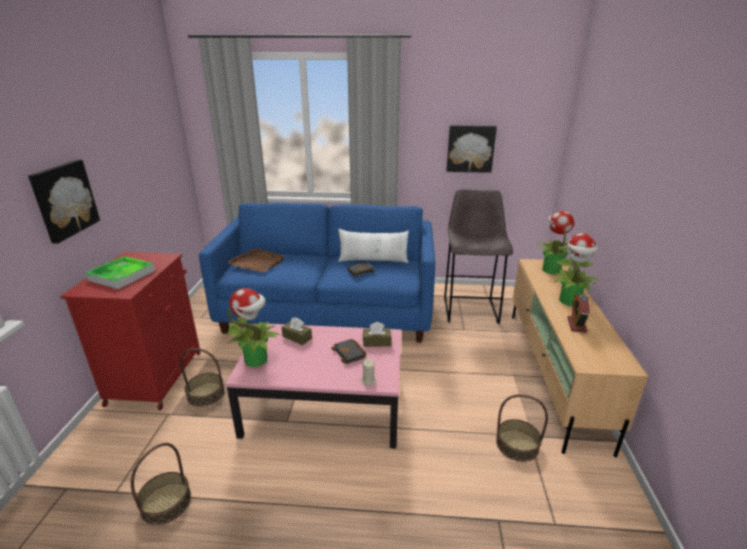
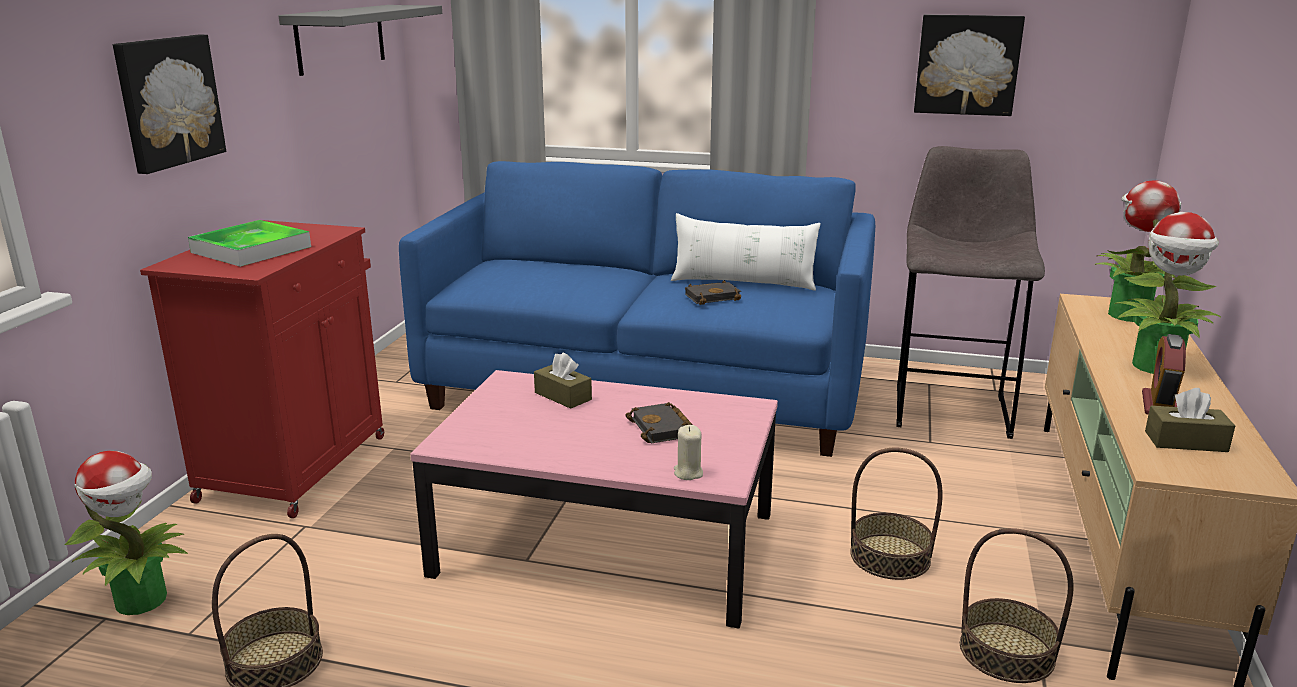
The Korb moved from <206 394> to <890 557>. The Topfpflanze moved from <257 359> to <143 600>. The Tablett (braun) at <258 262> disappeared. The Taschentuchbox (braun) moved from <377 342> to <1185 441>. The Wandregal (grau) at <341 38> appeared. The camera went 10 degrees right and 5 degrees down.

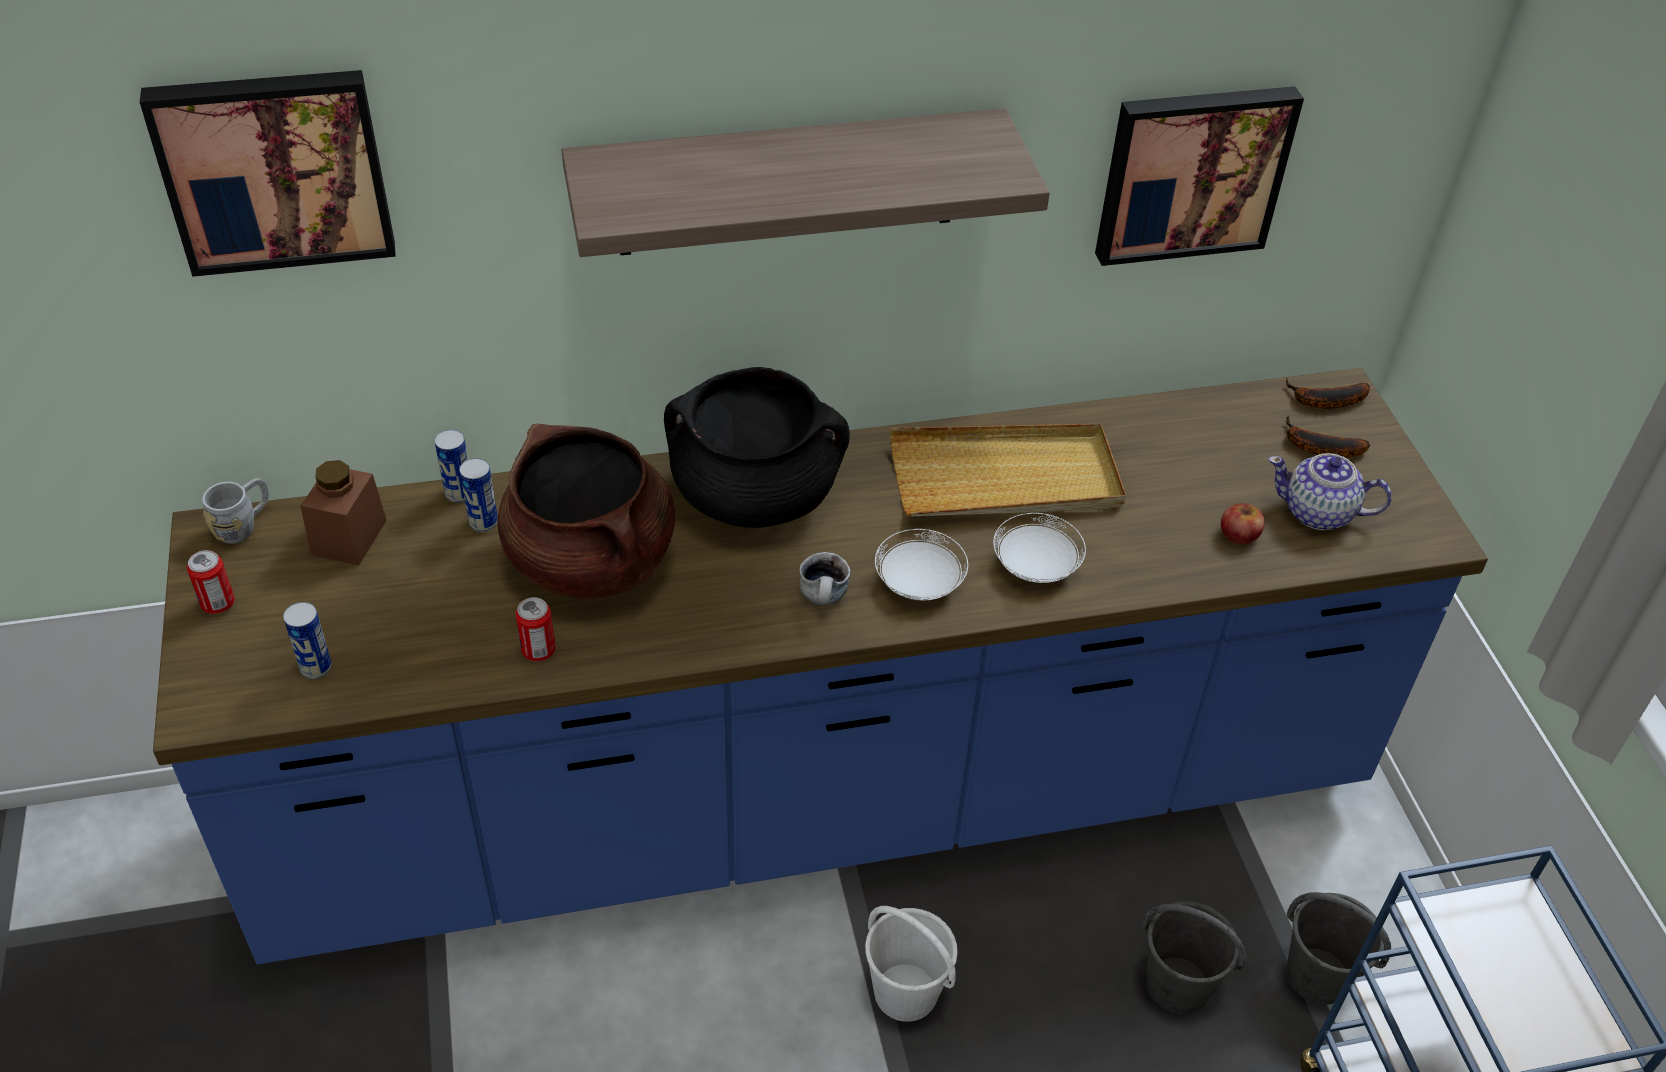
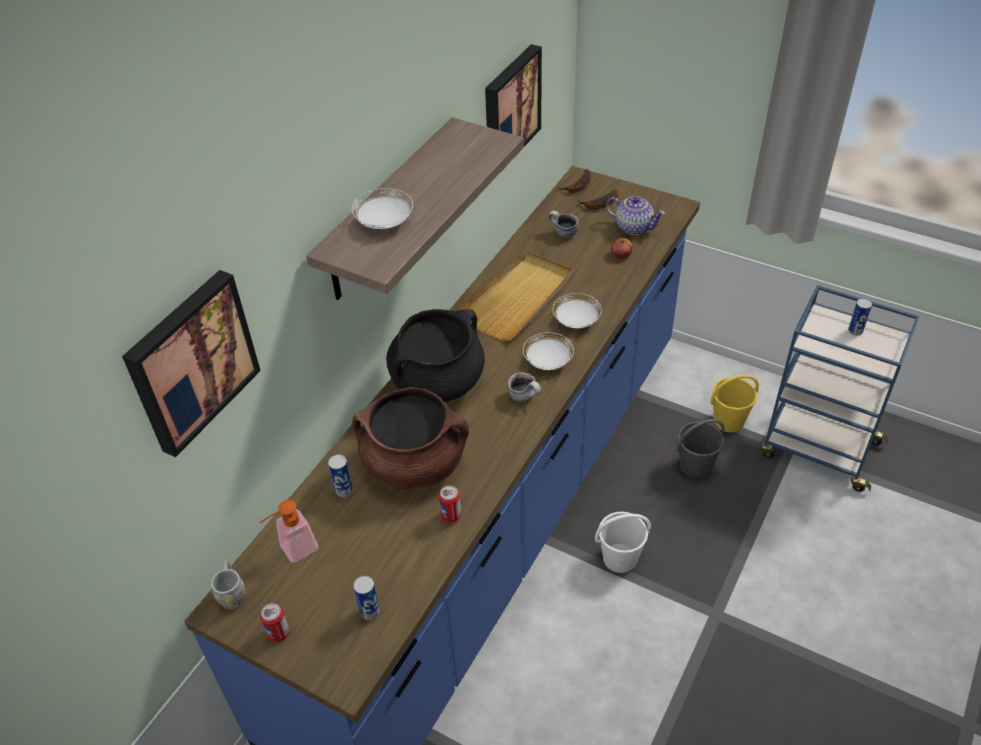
The Vorratsglas (braun) at <349 537> was replaced by the Seifenspender at <293 551>. The Dose moved from <459 493> to <855 331>. The Teekanne at <1319 513> turned 120 degrees counterclockwise. The Eimer (grau) at <1318 977> became the Eimer (gelb) at <729 421>. The Teller (weiß) at <385 223> appeared. The Henkelbecher at <562 233> appeared. The camera went 45 degrees left and 0 degrees up.

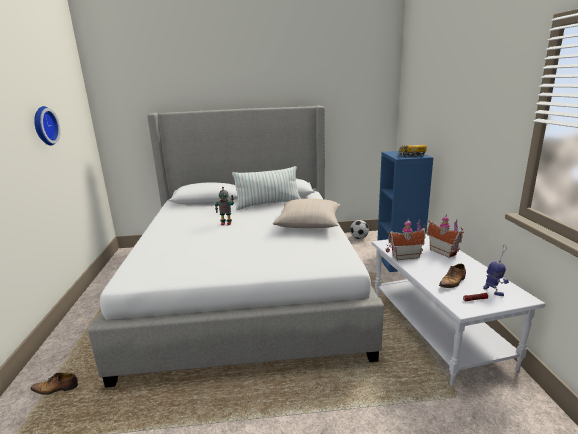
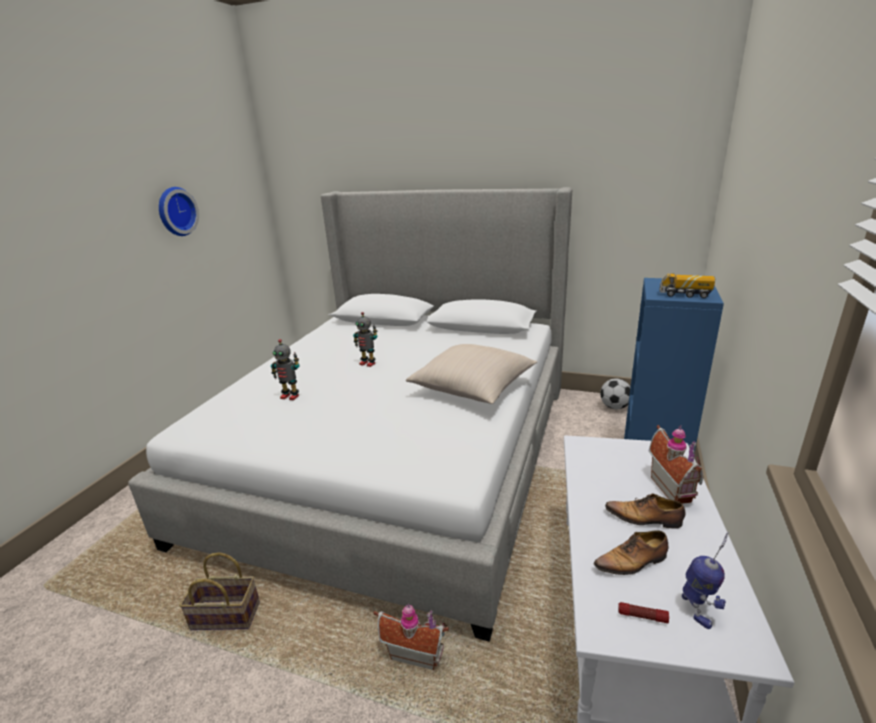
The Schuh moved from <56 389> to <645 519>. The Kissen at <268 204> disappeared. The Spielzeughaus moved from <404 255> to <415 652>. The Korb at <223 617> appeared. The Spielzeugroboter at <290 396> appeared. The camera went 25 degrees right and 5 degrees up.

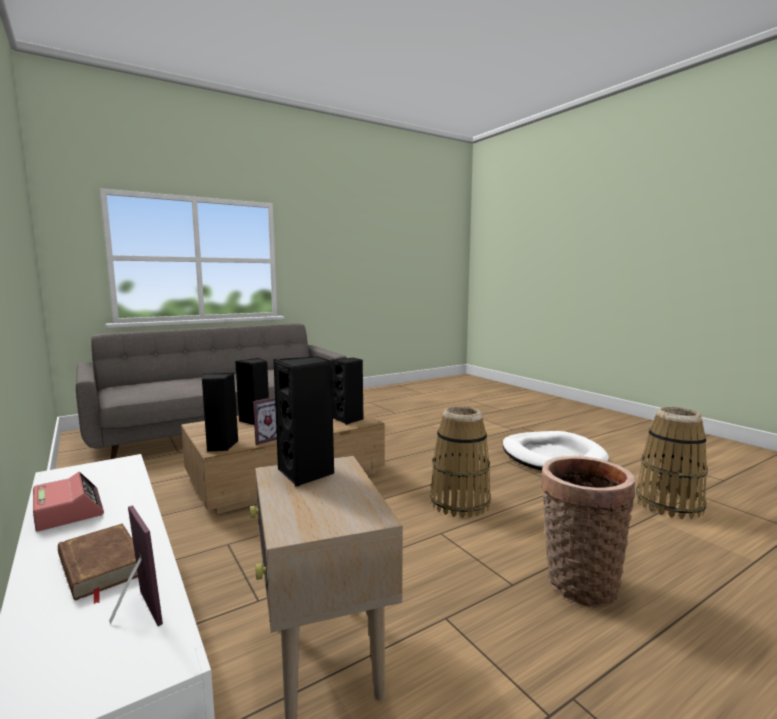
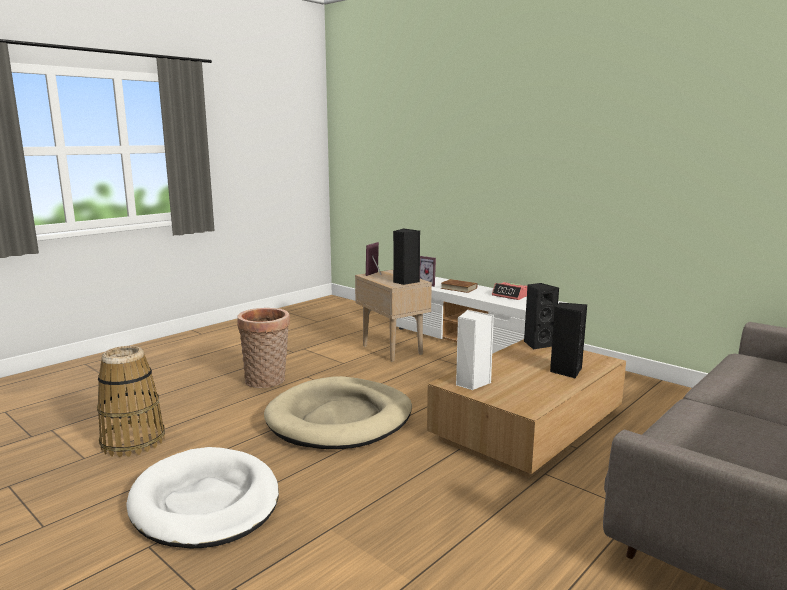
The Bilderrahmen moved from <265 439> to <376 274>. The Lautsprecher (schwarz) at <349 419> became the Lautsprecher (weiß) at <471 383>. The Korb at <459 503> was replaced by the Hundebett (beige) at <340 419>. The camera went 165 degrees right and 5 degrees up.

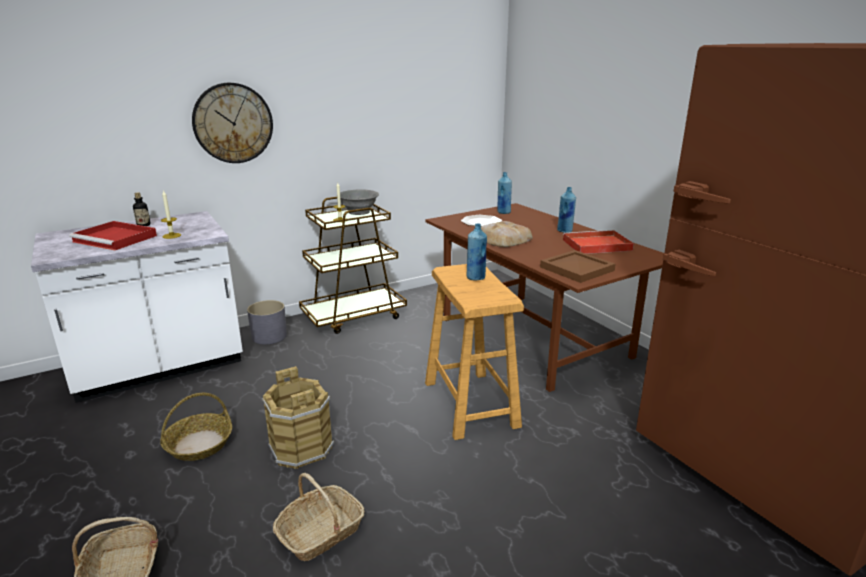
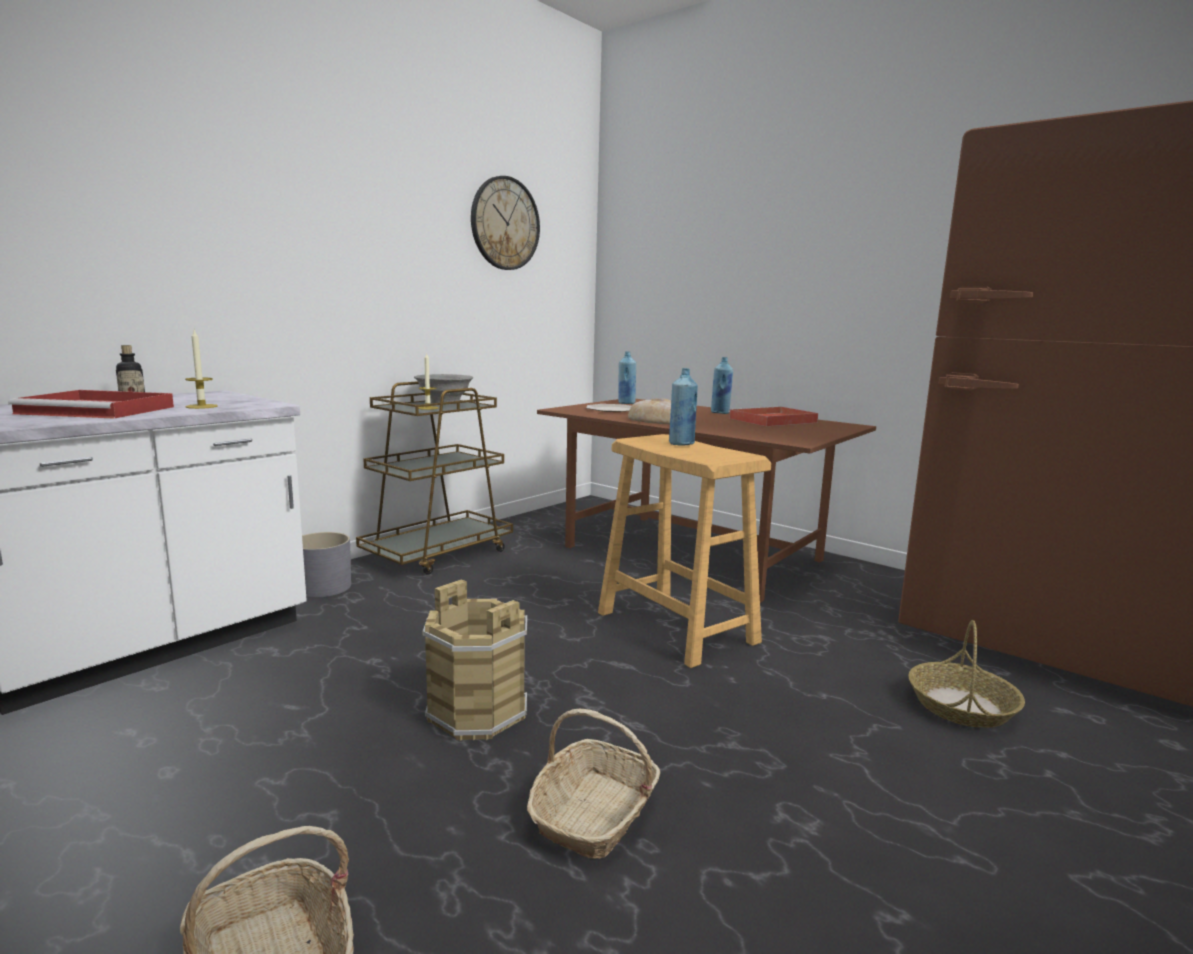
The Korb moved from <199 444> to <961 706>. The Wanduhr moved from <233 123> to <505 223>. The Tablett (braun) at <577 268> disappeared. The camera went 20 degrees left and 10 degrees down.

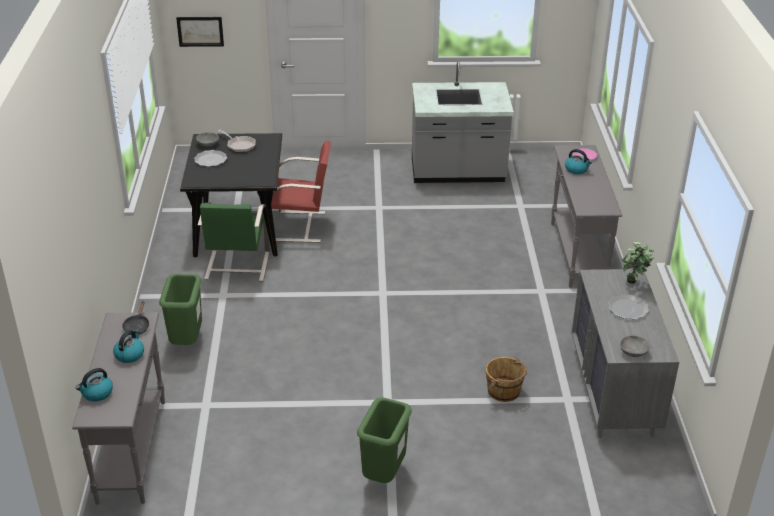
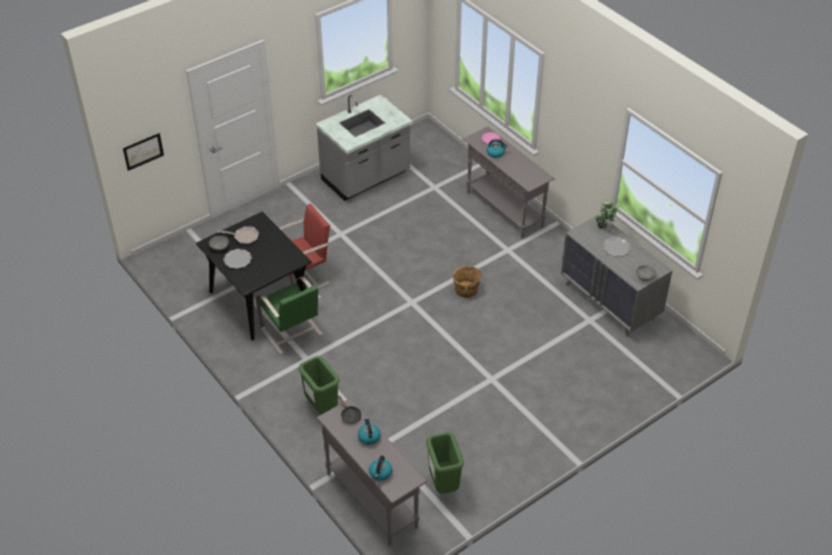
The Mülleimer (grün) moved from <383 474> to <443 484>. The Eimer (braun) moved from <504 391> to <466 289>. The camera went 35 degrees left and 10 degrees up.

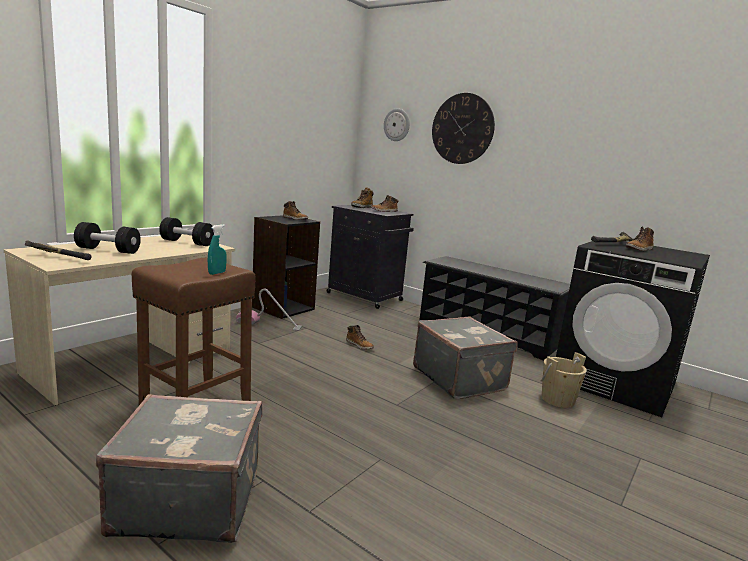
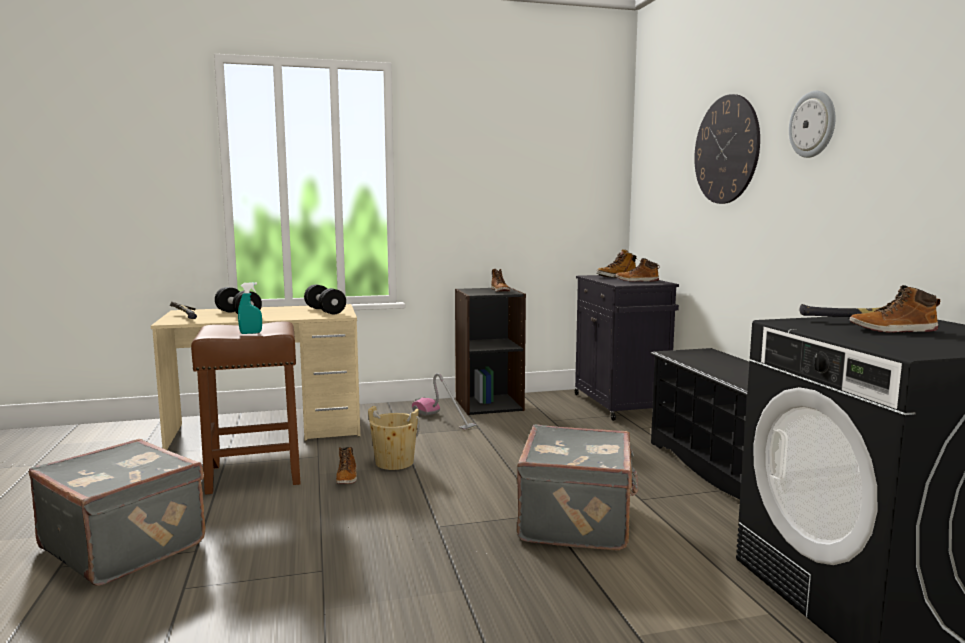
The Stiefel moved from <360 345> to <347 477>. The Wanduhr moved from <397 125> to <813 124>. The Eimer (beige) moved from <557 400> to <394 462>. The camera went 40 degrees right and 5 degrees down.

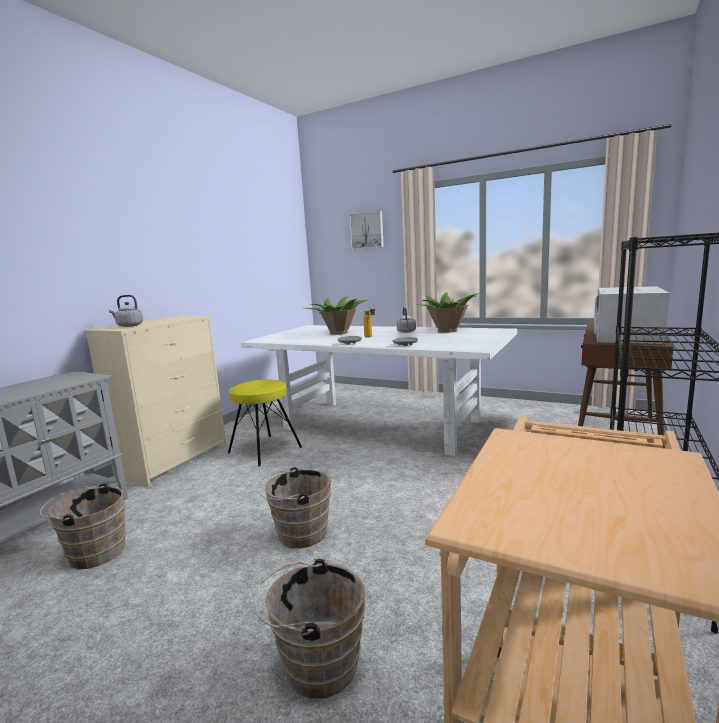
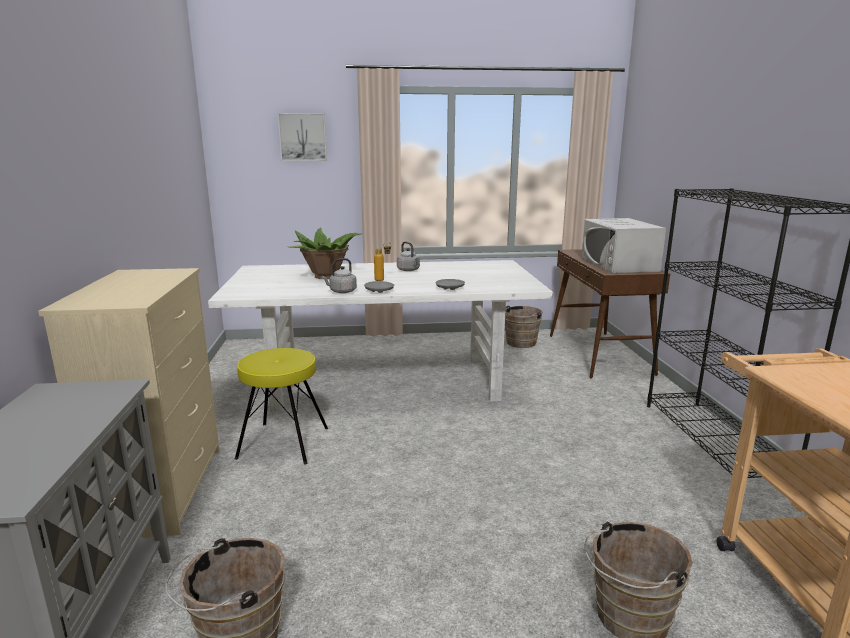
The Wasserkessel (grau) moved from <128 326> to <341 292>. The Eimer (braun) moved from <298 534> to <519 343>. The Topfpflanze at <448 331> disappeared. The camera went 35 degrees left and 5 degrees up.

